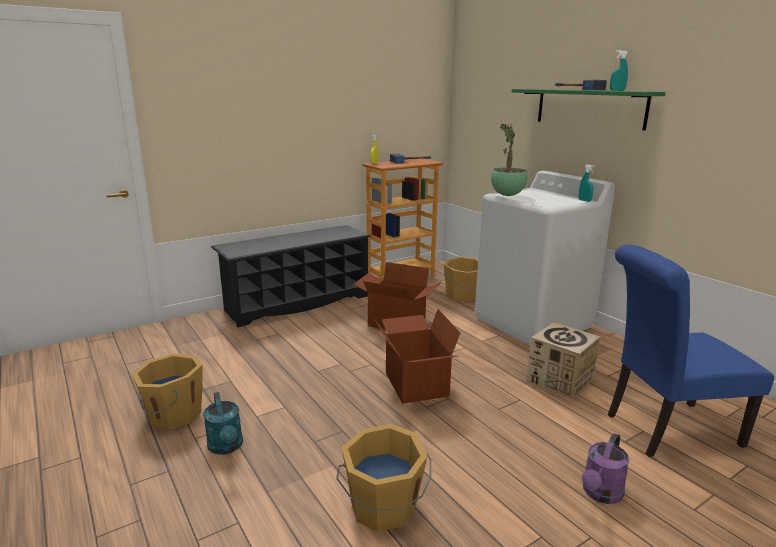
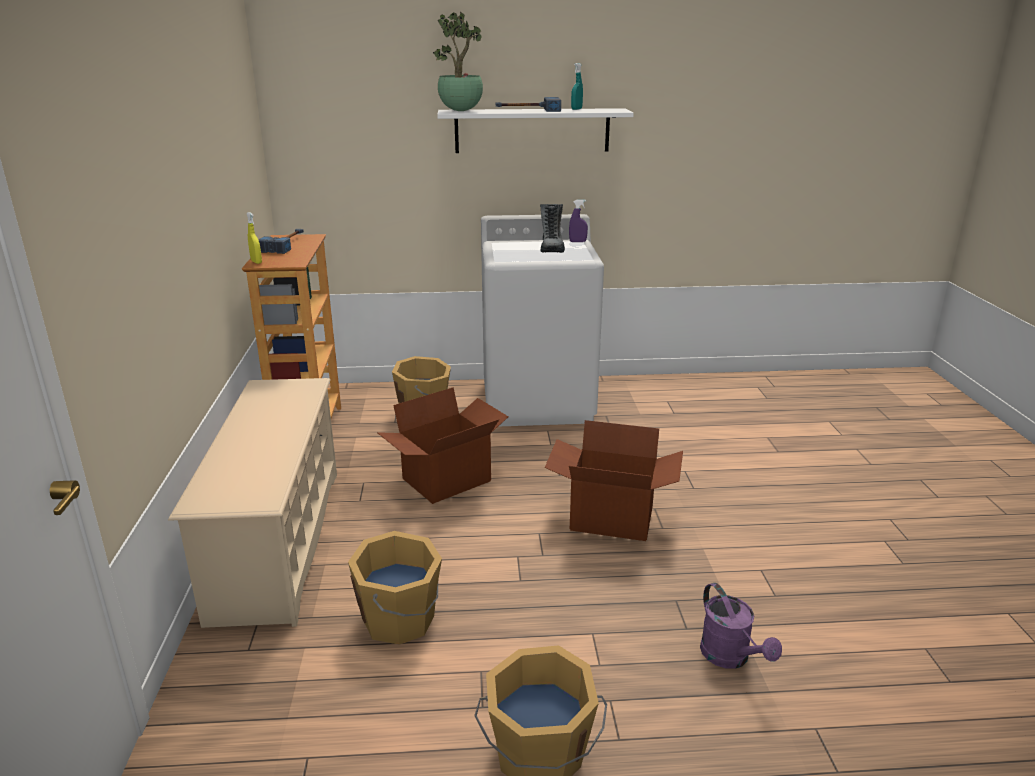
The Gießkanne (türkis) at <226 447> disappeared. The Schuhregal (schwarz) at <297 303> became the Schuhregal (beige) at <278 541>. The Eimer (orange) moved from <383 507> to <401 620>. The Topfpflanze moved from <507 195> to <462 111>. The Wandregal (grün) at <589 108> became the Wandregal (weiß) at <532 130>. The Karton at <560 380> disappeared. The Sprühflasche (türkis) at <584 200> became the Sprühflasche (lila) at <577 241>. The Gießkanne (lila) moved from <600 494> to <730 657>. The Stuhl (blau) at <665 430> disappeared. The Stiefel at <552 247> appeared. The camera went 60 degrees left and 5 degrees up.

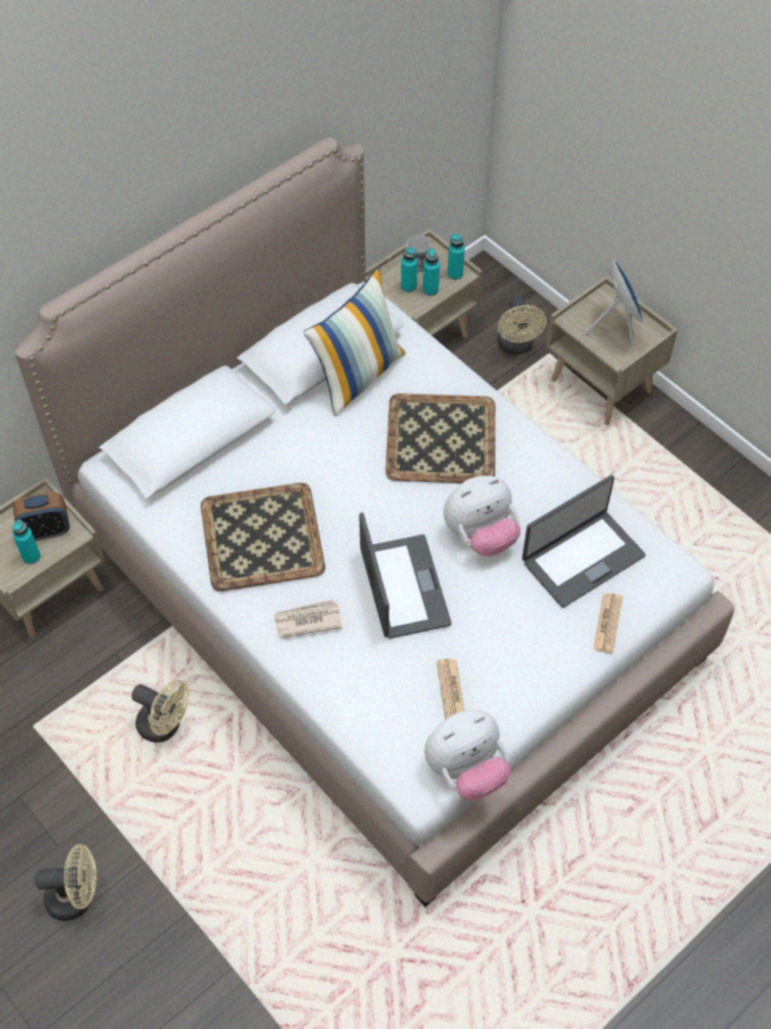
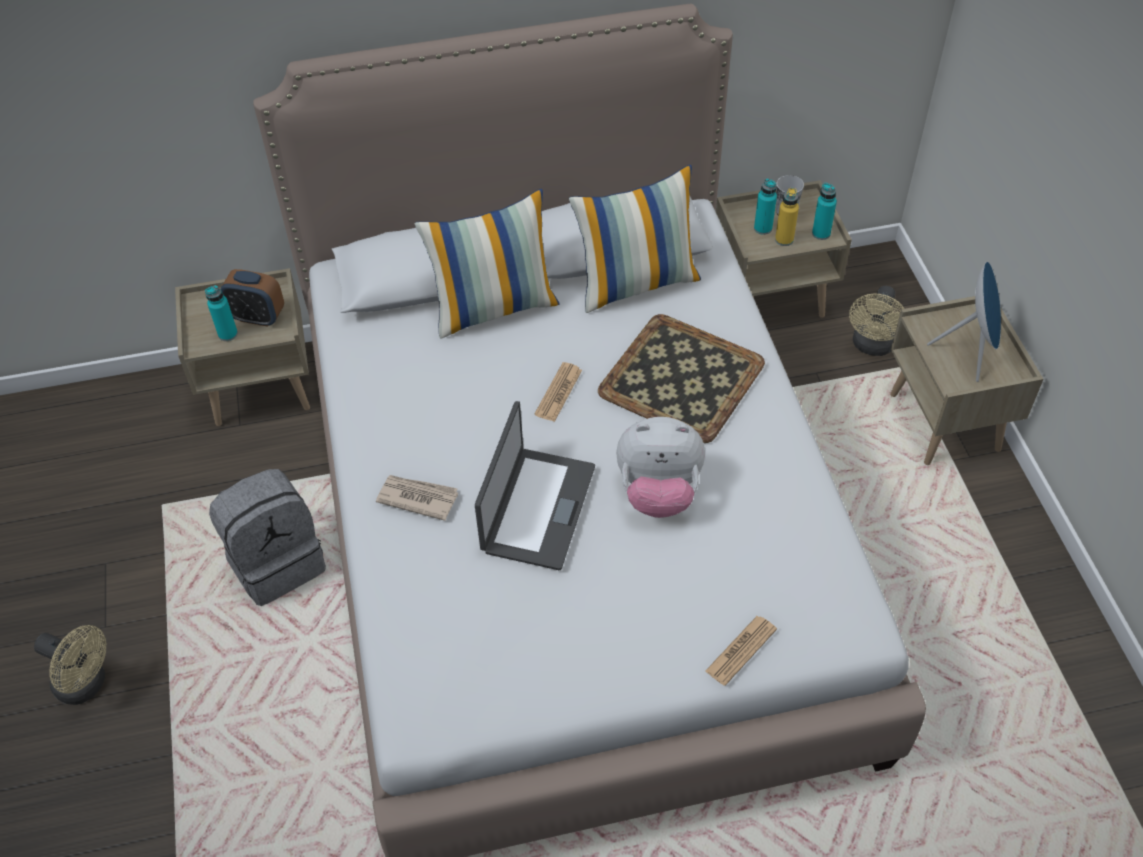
The Ventilator (beige) at <165 726> was replaced by the Rucksack (grau) at <277 562>. The Tablett at <260 536> disappeared. The Flasche (türkis) at <430 290> became the Flasche (gelb) at <784 239>. The Plüschtier at <466 770> disappeared. The Zeitung moved from <451 690> to <558 392>. The Laptop at <582 557> disappeared. The Kissen at <494 307> appeared. The camera went 30 degrees right and 5 degrees down.

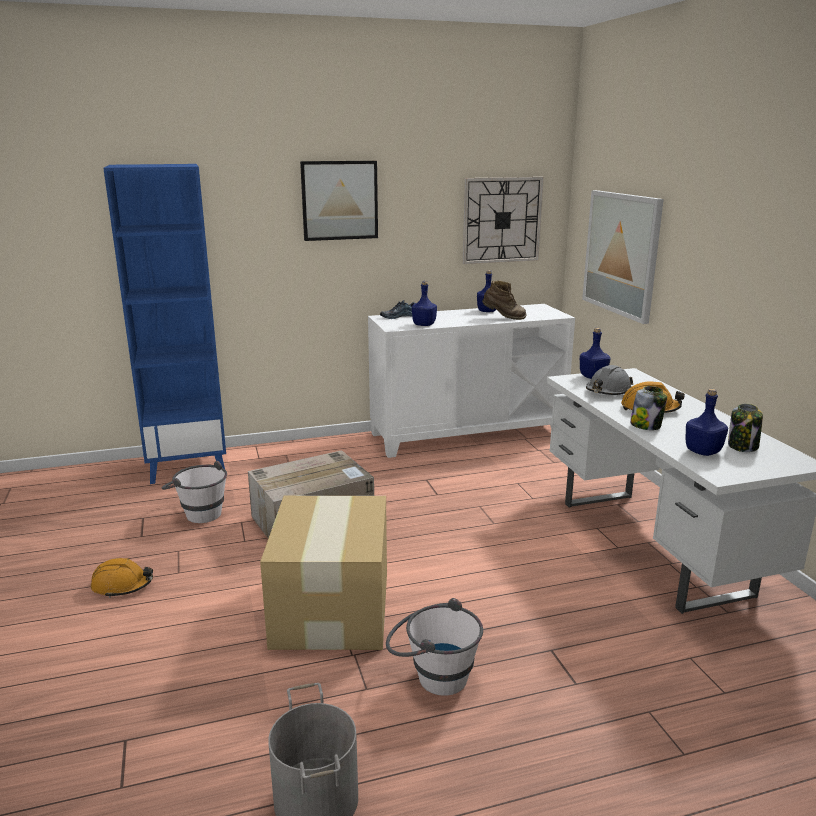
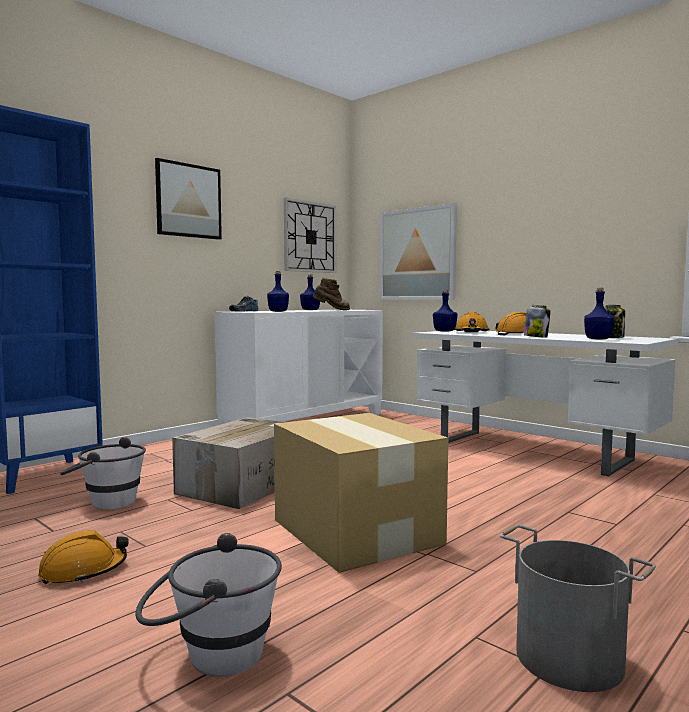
The Eimer (weiß) moved from <432 675> to <210 656>. The Schutzhelm (grau) at <608 391> became the Schutzhelm (orange) at <471 333>. The camera went 30 degrees left and 15 degrees down.

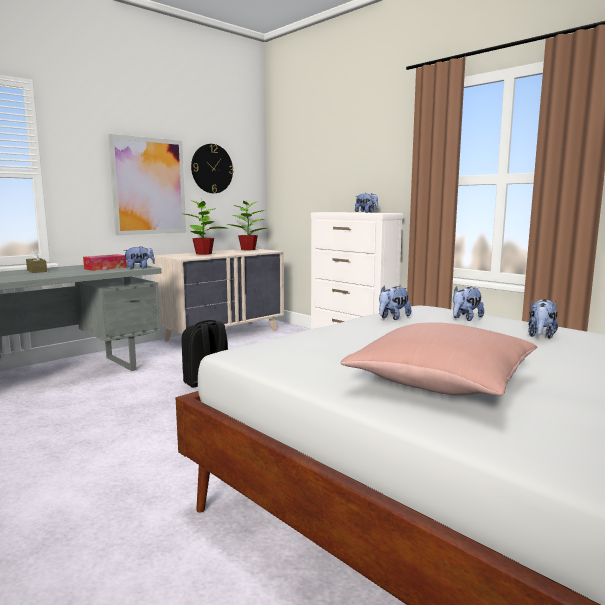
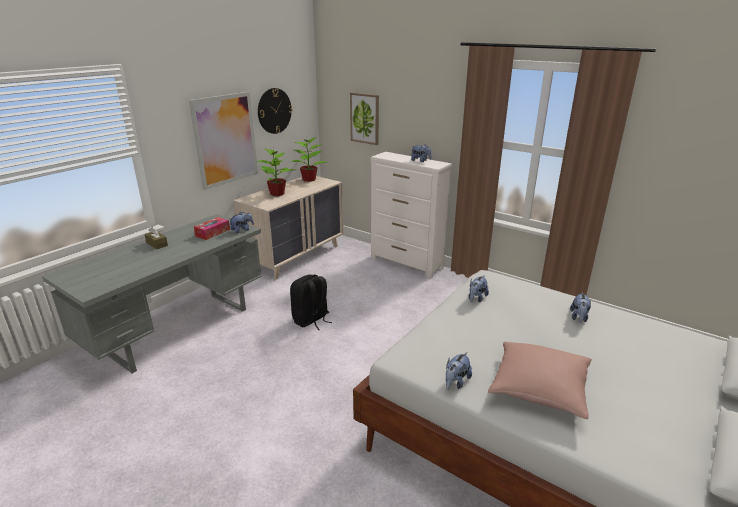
The Plüschtier moved from <465 319> to <456 382>. The Bild at <365 118> appeared. The camera went 10 degrees left and 15 degrees up.

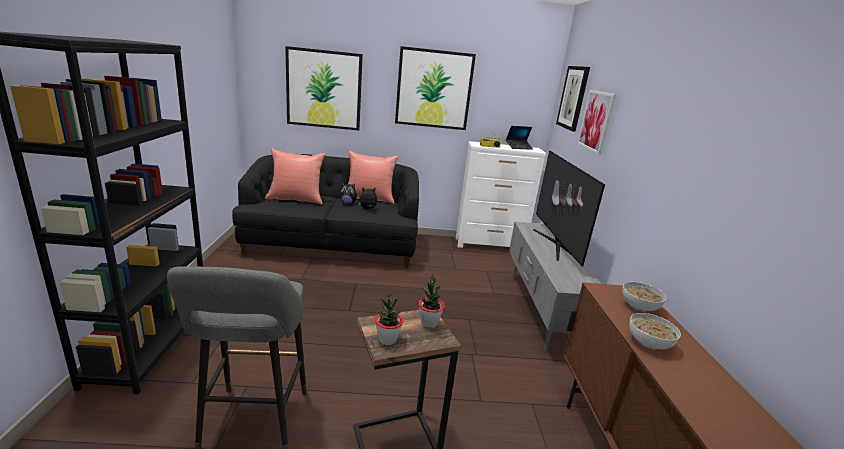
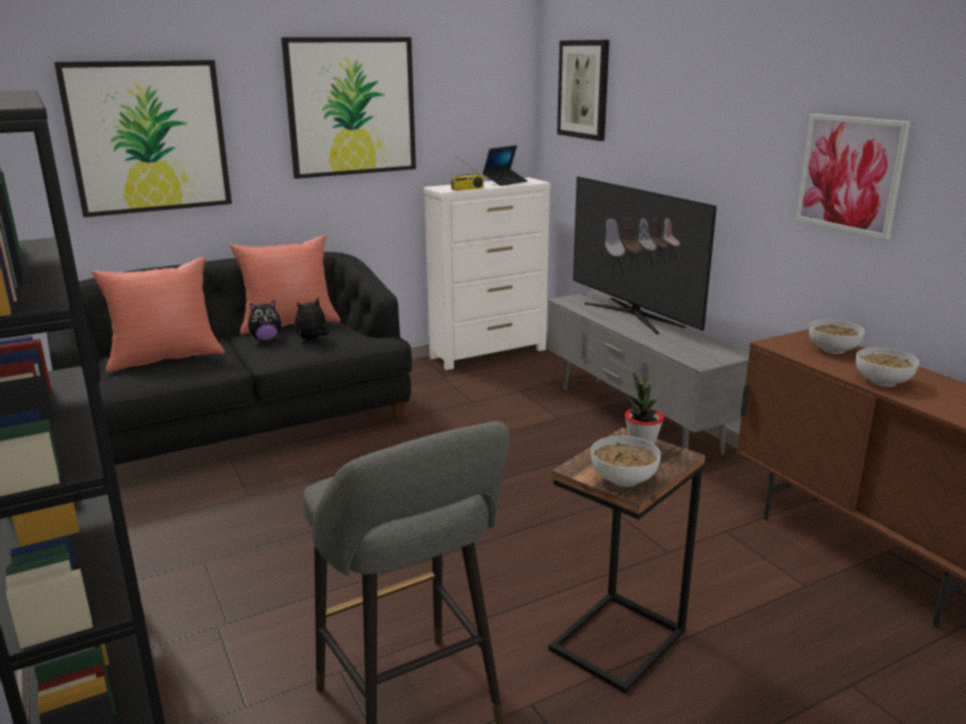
The Topfpflanze at <387 340> was replaced by the Schüssel at <623 480>. The Bild moved from <596 121> to <850 174>. The camera went 25 degrees left and 0 degrees up.

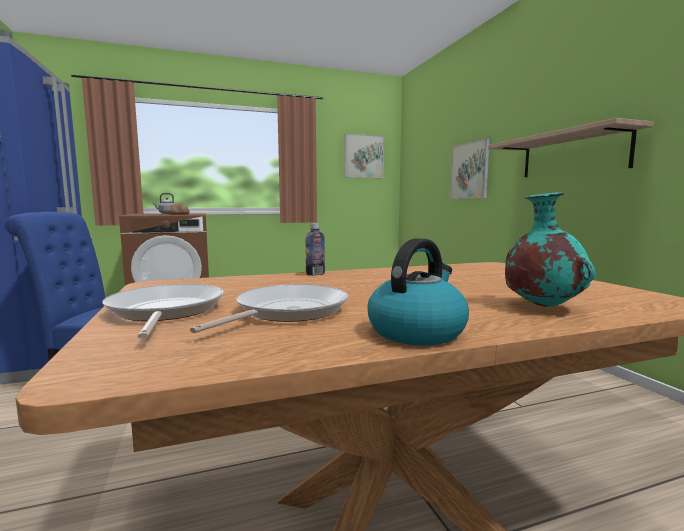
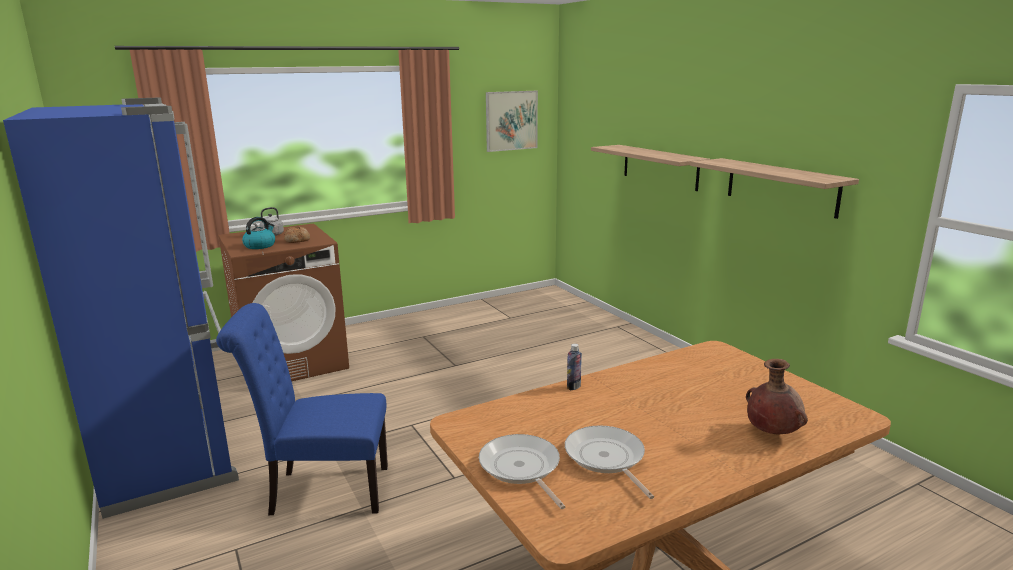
The Pfanne at <287 311> turned 45 degrees counterclockwise. The Wasserkessel moved from <417 331> to <260 245>. The Bild at <469 170> was replaced by the Wandregal at <660 167>. The Vase (türkis) at <541 307> became the Vase (braun) at <771 432>. The camera went 10 degrees left and 10 degrees up.

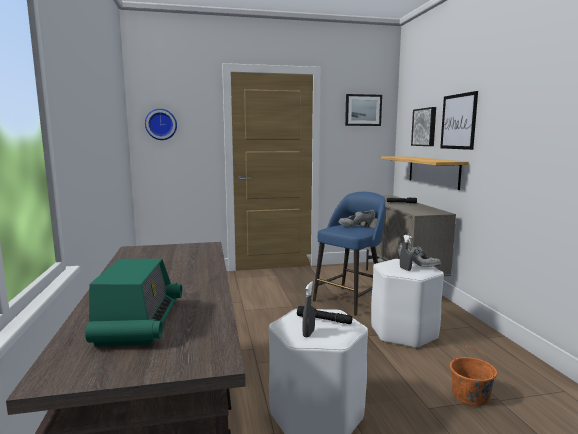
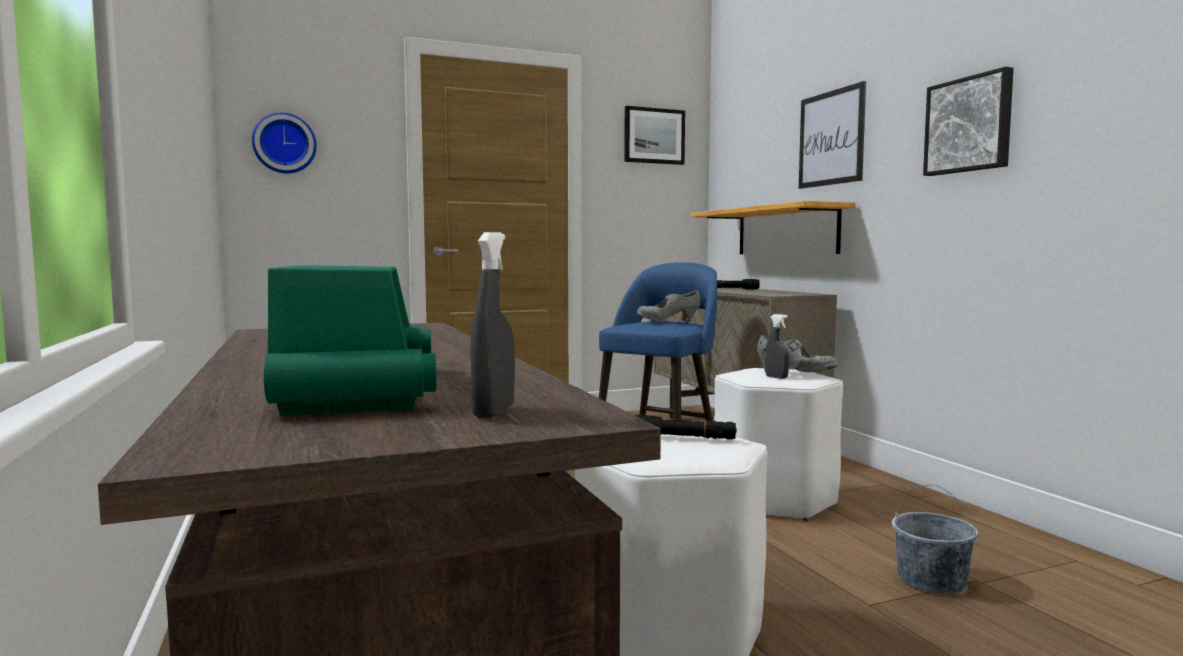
The Sprühflasche (grau) moved from <308 333> to <494 412>. The Bild moved from <425 127> to <969 125>. The Eimer (orange) at <471 396> became the Eimer (grau) at <932 581>. The camera went 10 degrees left and 5 degrees down.

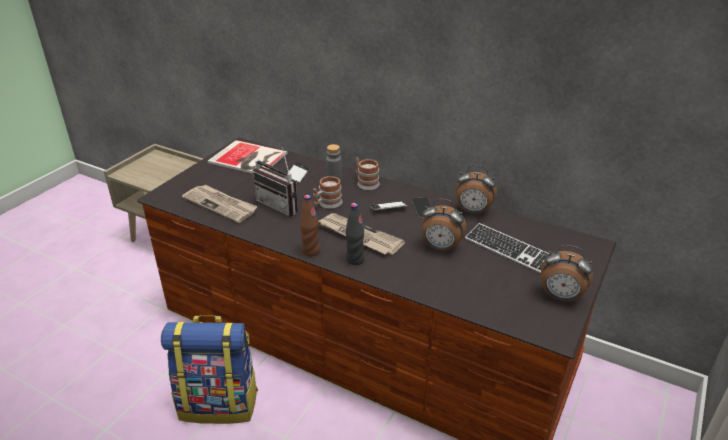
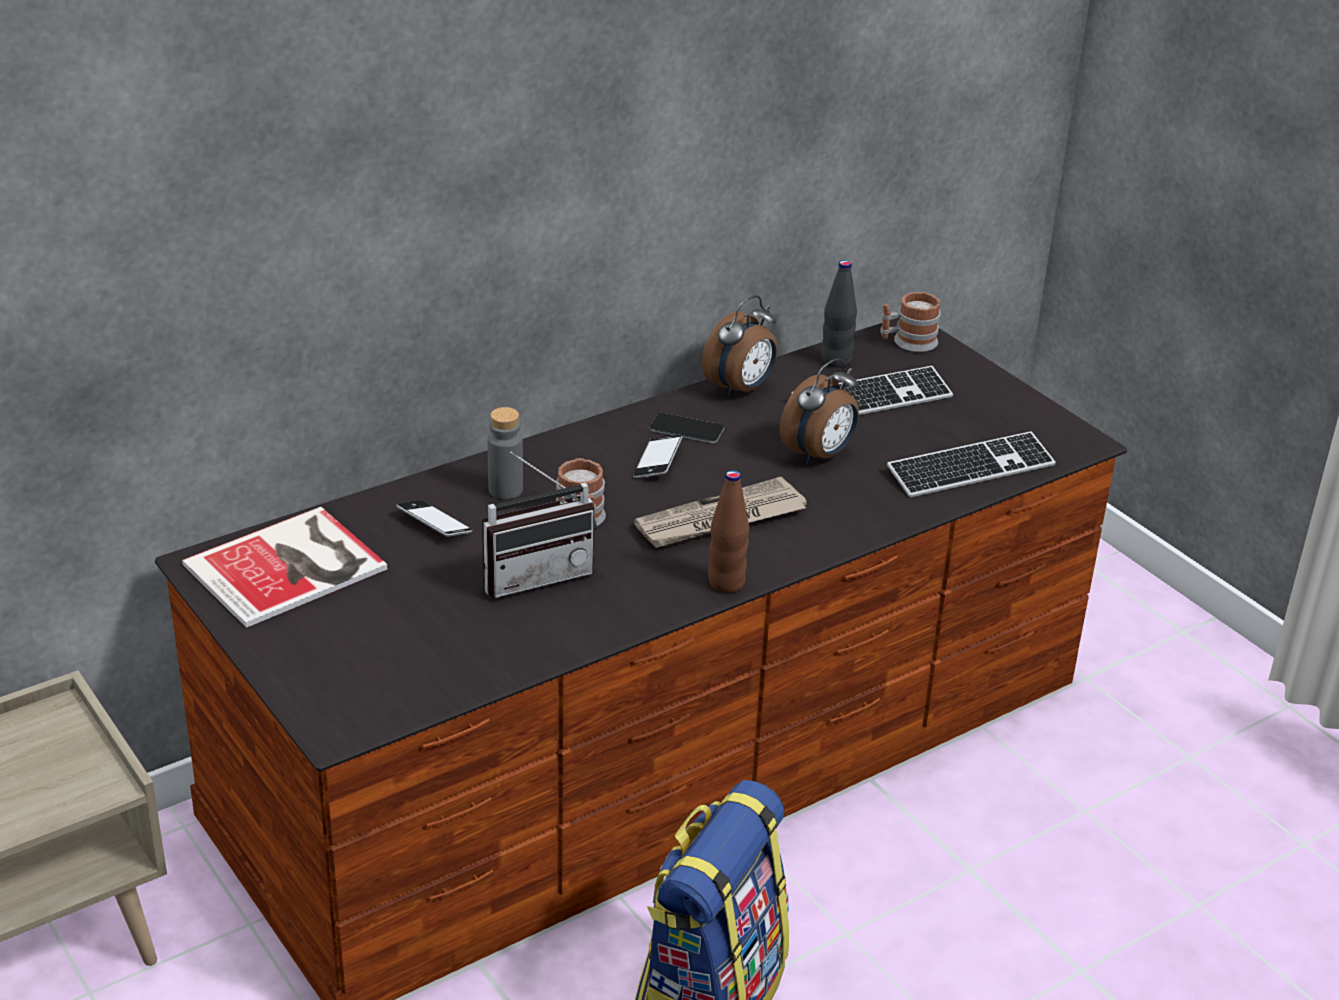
The Zeitung at <221 205> disappeared. The Flasche (schwarz) moved from <355 260> to <836 360>. The Henkelbecher moved from <365 183> to <908 342>. The Wecker at <560 297> disappeared. The Tastatur at <971 469> appeared. The camera went 65 degrees left and 0 degrees up.

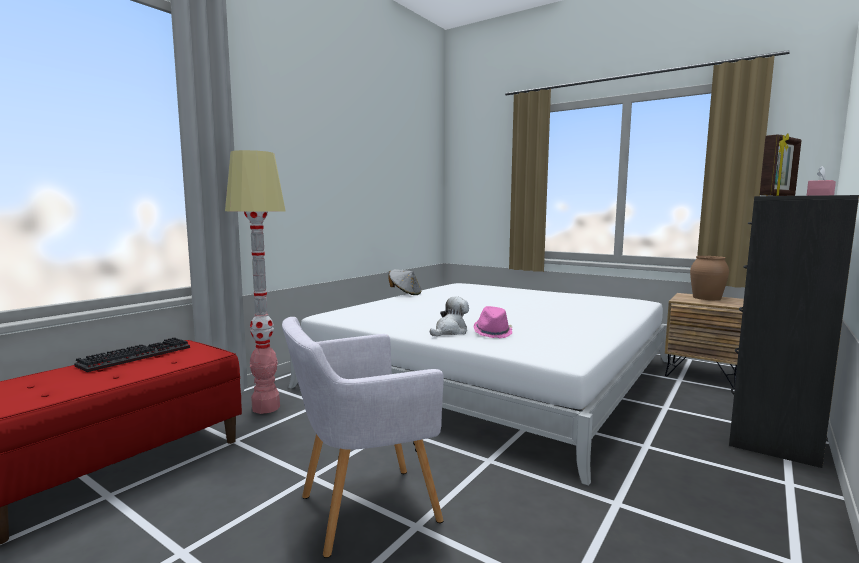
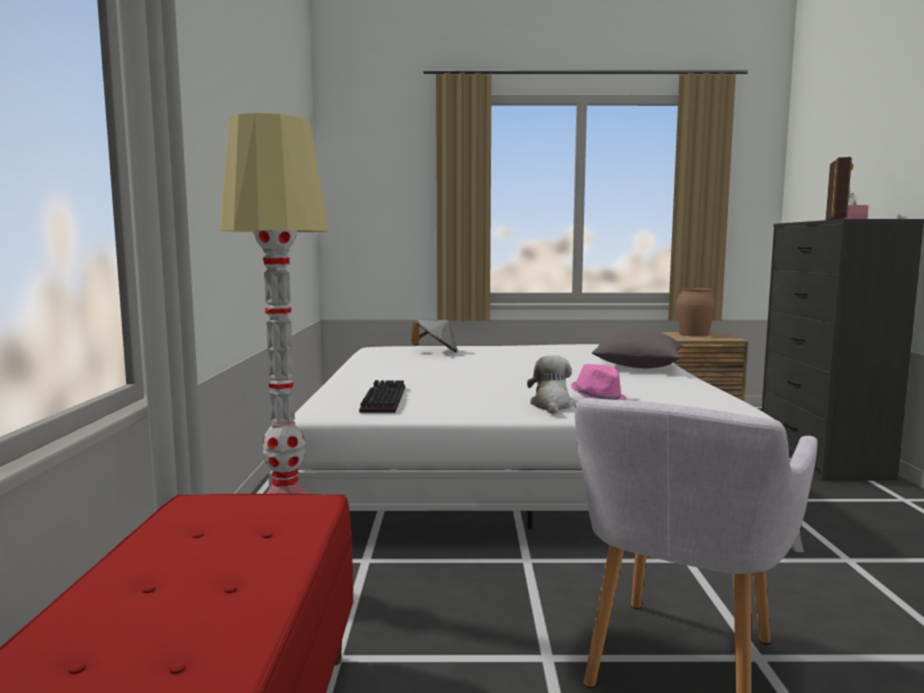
The Tastatur moved from <136 356> to <382 399>. The Hut (grau) moved from <405 293> to <436 352>. The Kissen (grau) at <637 367> appeared. The camera went 35 degrees left and 0 degrees up.

